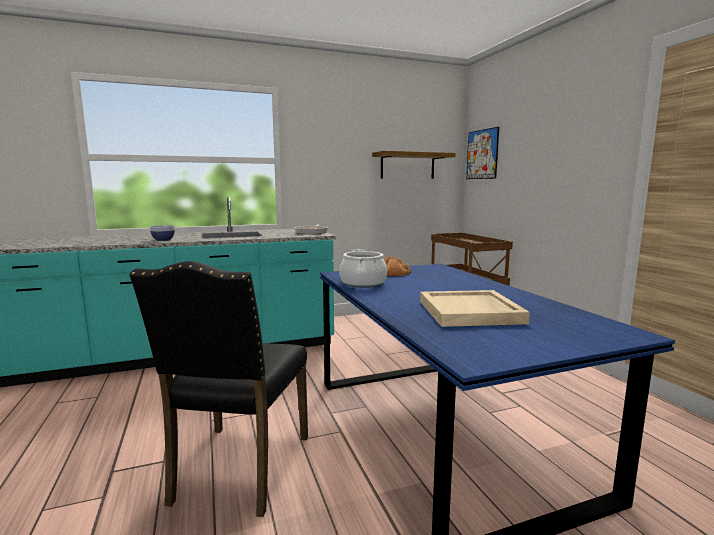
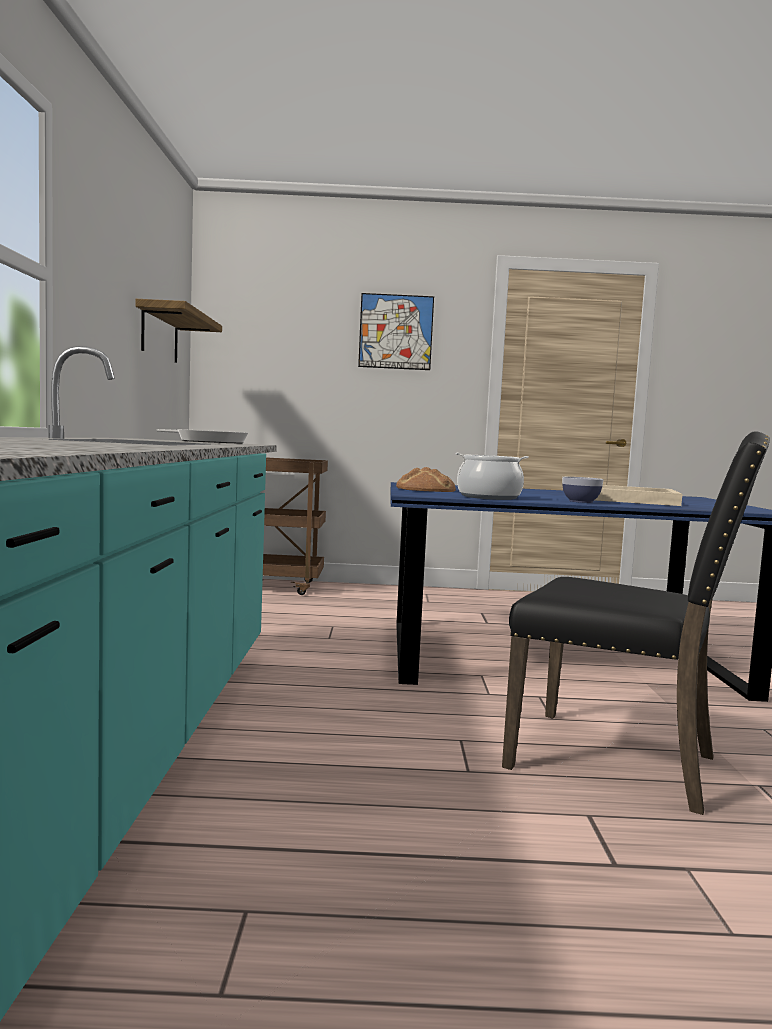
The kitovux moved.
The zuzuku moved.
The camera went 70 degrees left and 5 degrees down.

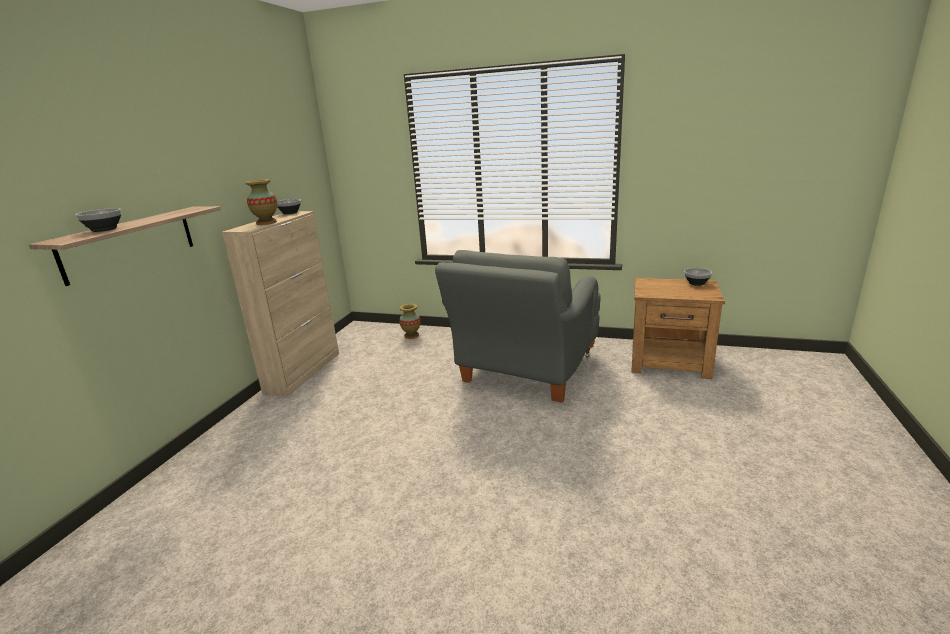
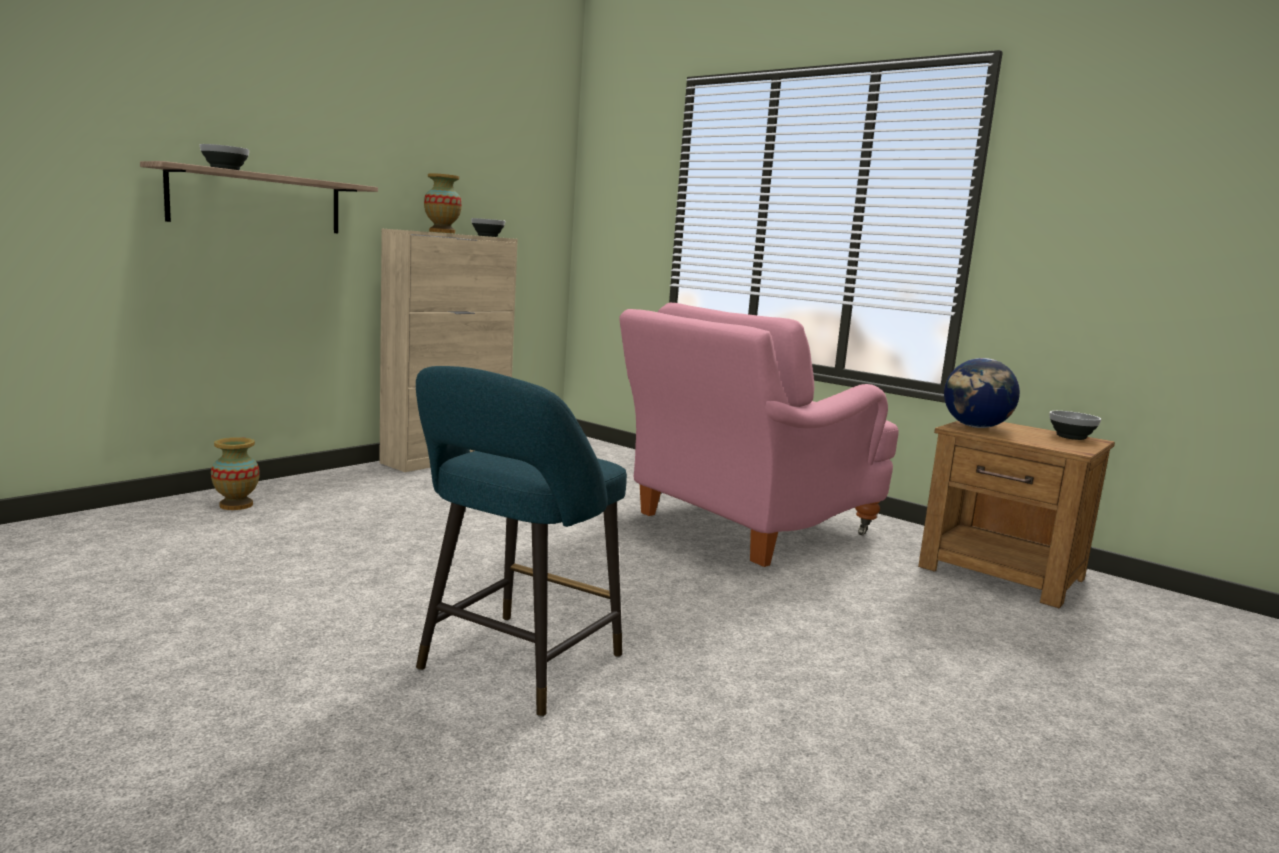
The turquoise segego appeared.
The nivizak appeared.
The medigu (no. 2 from left in the first image) moved.
The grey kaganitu became the pink kaganitu.
The camera went 20 degrees right and 10 degrees down.

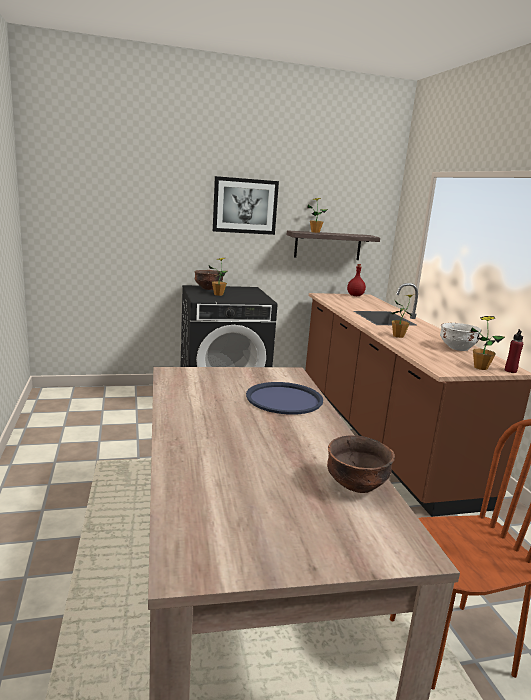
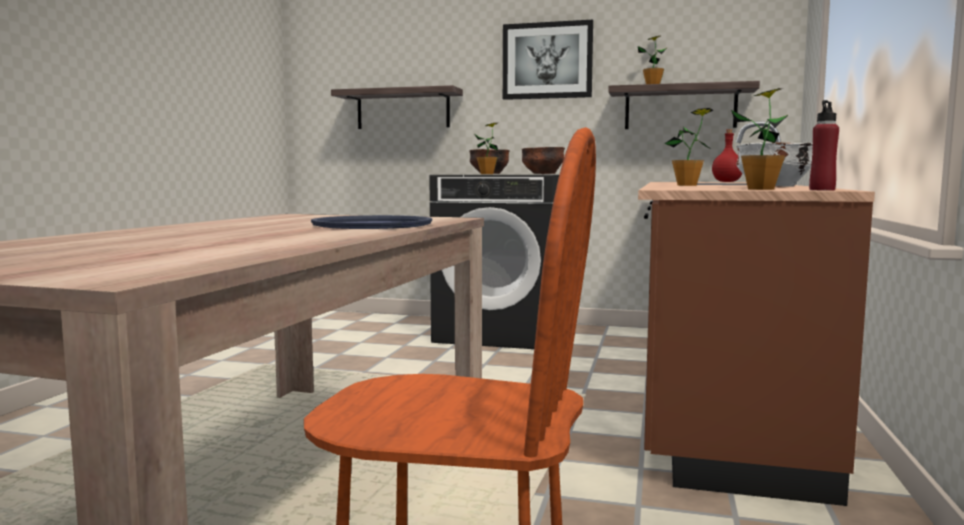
The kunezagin (no. 1 from left) appeared.
The brown kitovux (no. 2 from left) moved.
The camera went 30 degrees right and 10 degrees down.

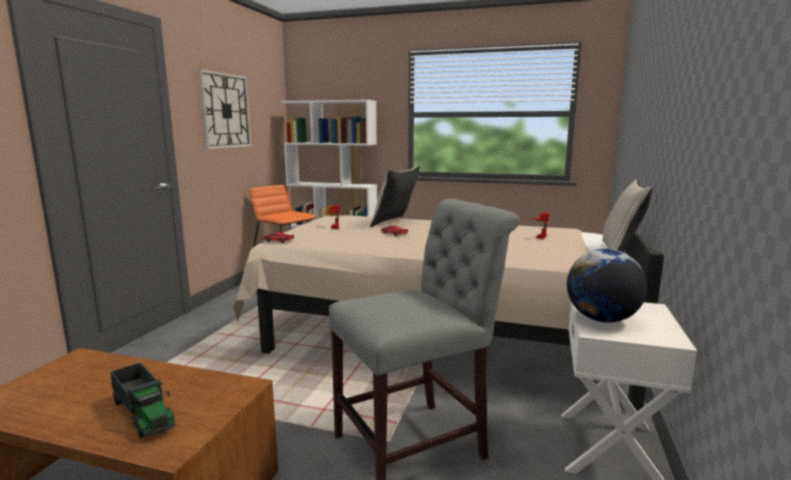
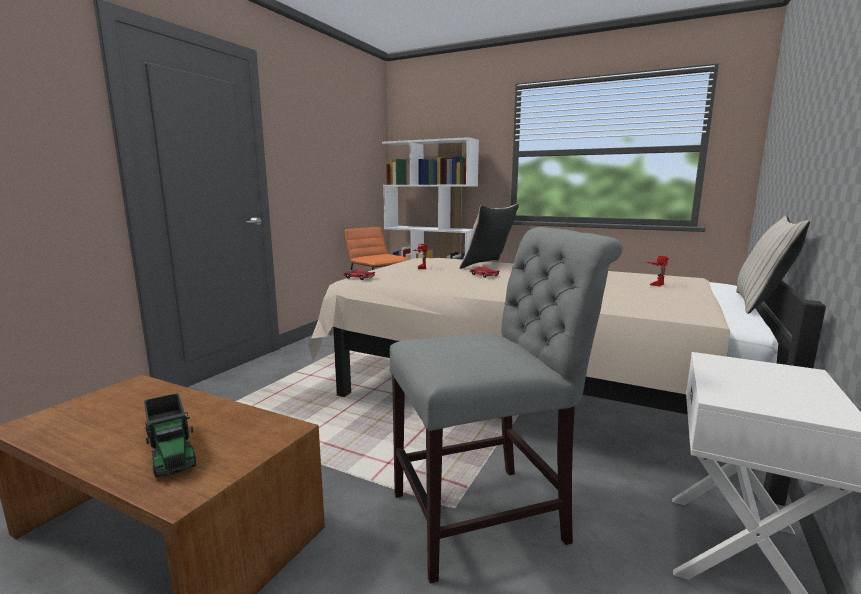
The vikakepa disappeared.
The nivizak disappeared.
The camera went 10 degrees right and 0 degrees up.

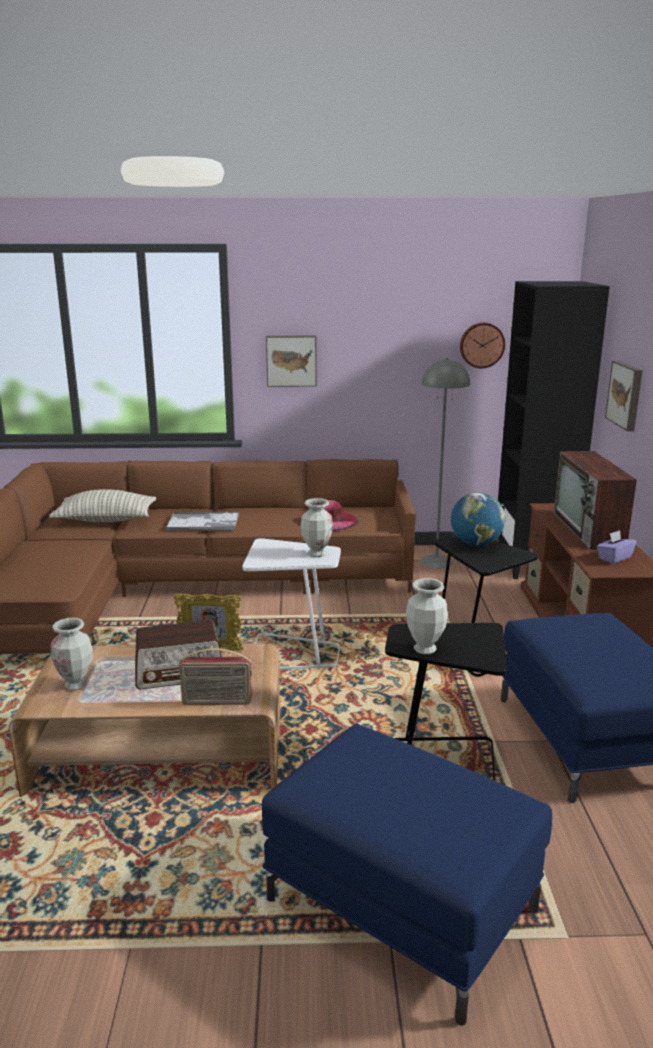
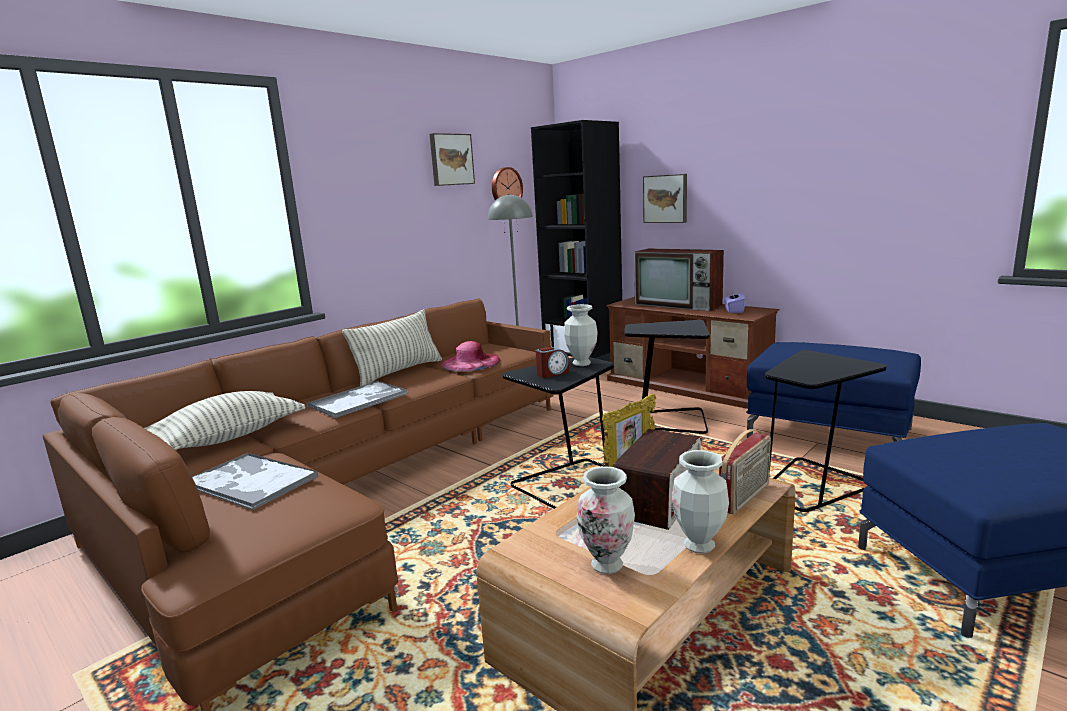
The nivizak disappeared.
The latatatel (no. 1 from left) appeared.
The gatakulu (no. 2 from left) appeared.
The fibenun appeared.
The zuzuku (no. 1 from left) moved.
The medigu (no. 3 from left) moved.
The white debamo became the black debamo (no. 1 from left).
The camera went 45 degrees left and 5 degrees down.

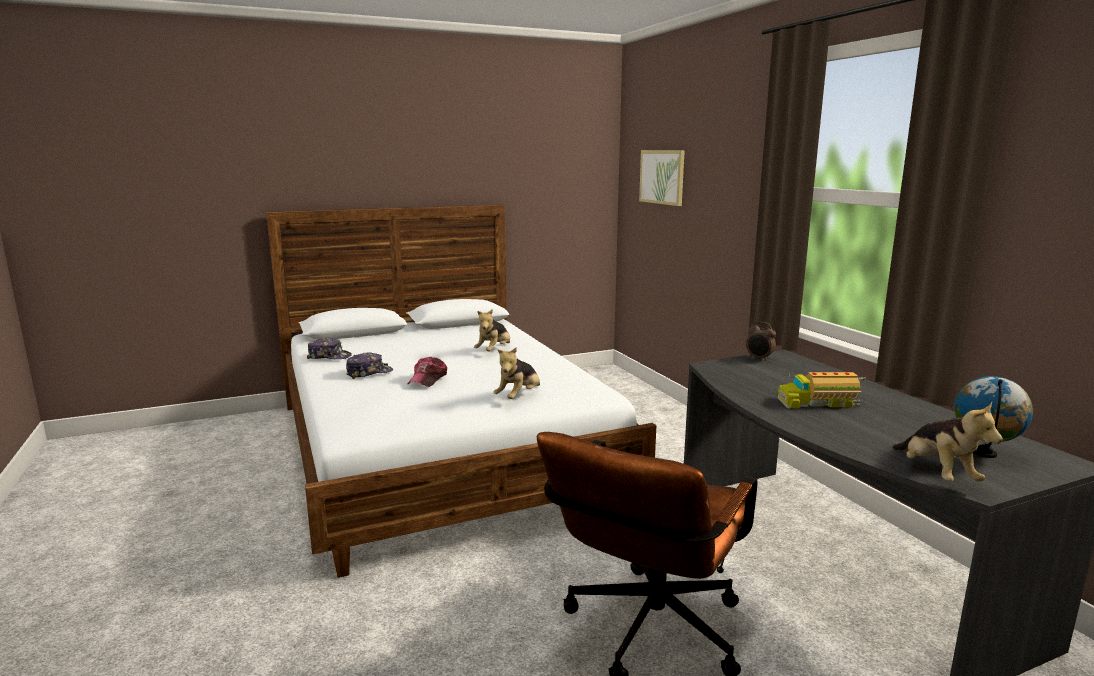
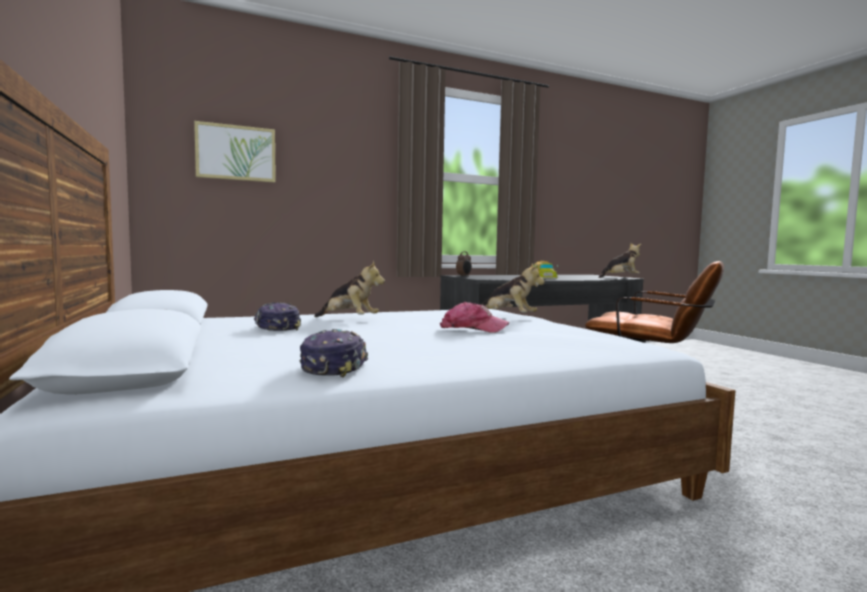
The nivizak disappeared.
The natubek (no. 2 from left in the first image) moved.
The camera went 90 degrees left and 10 degrees down.

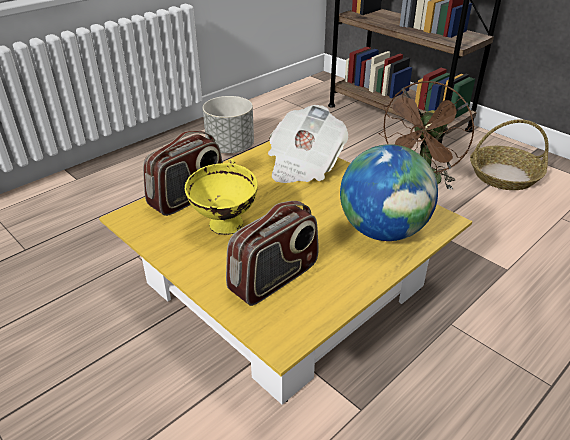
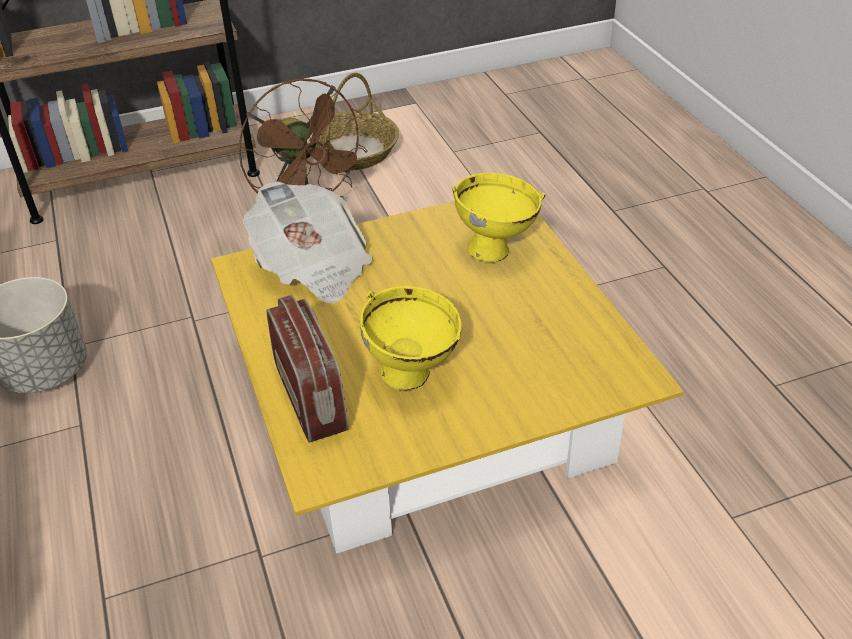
The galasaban (no. 2 from left) disappeared.
The nivizak was replaced by the yellow kitovux (no. 2 from left).
The camera went 65 degrees left and 5 degrees up.

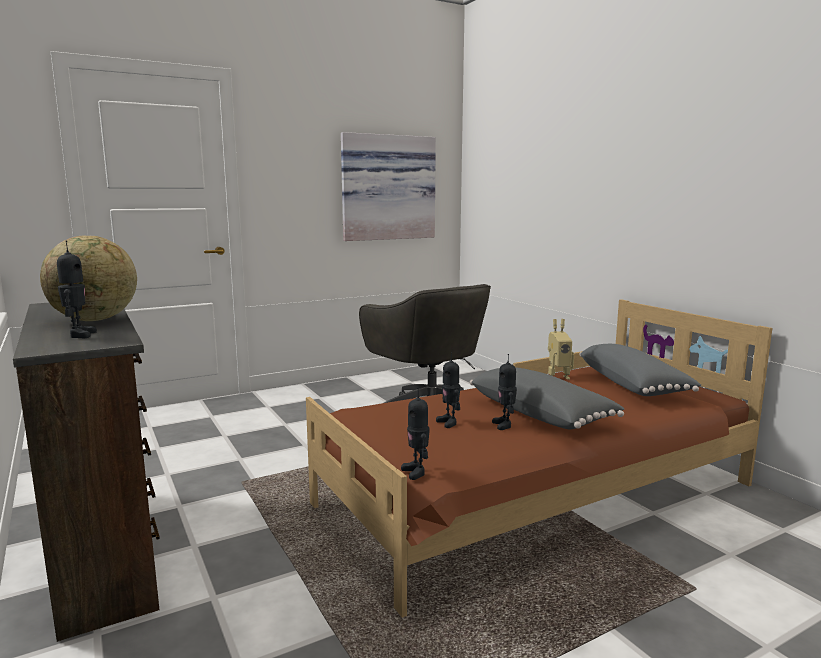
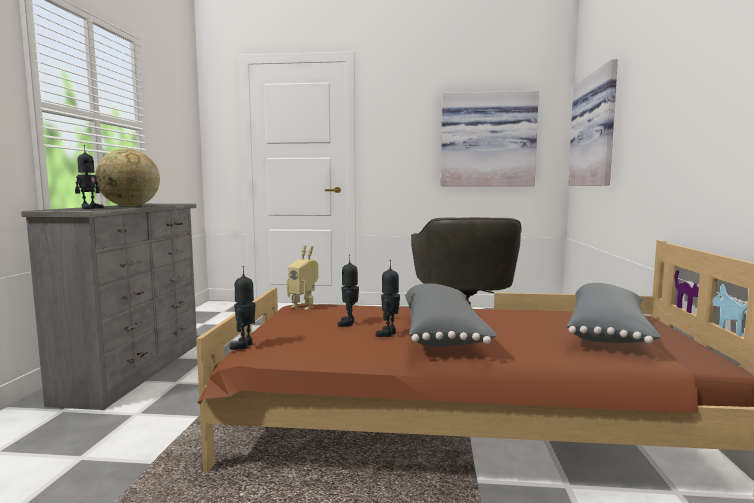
The zuzuku (no. 2 from left) appeared.
The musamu (no. 5 from left in the first image) moved.
The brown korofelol became the grey korofelol.
The camera went 35 degrees right and 5 degrees down.

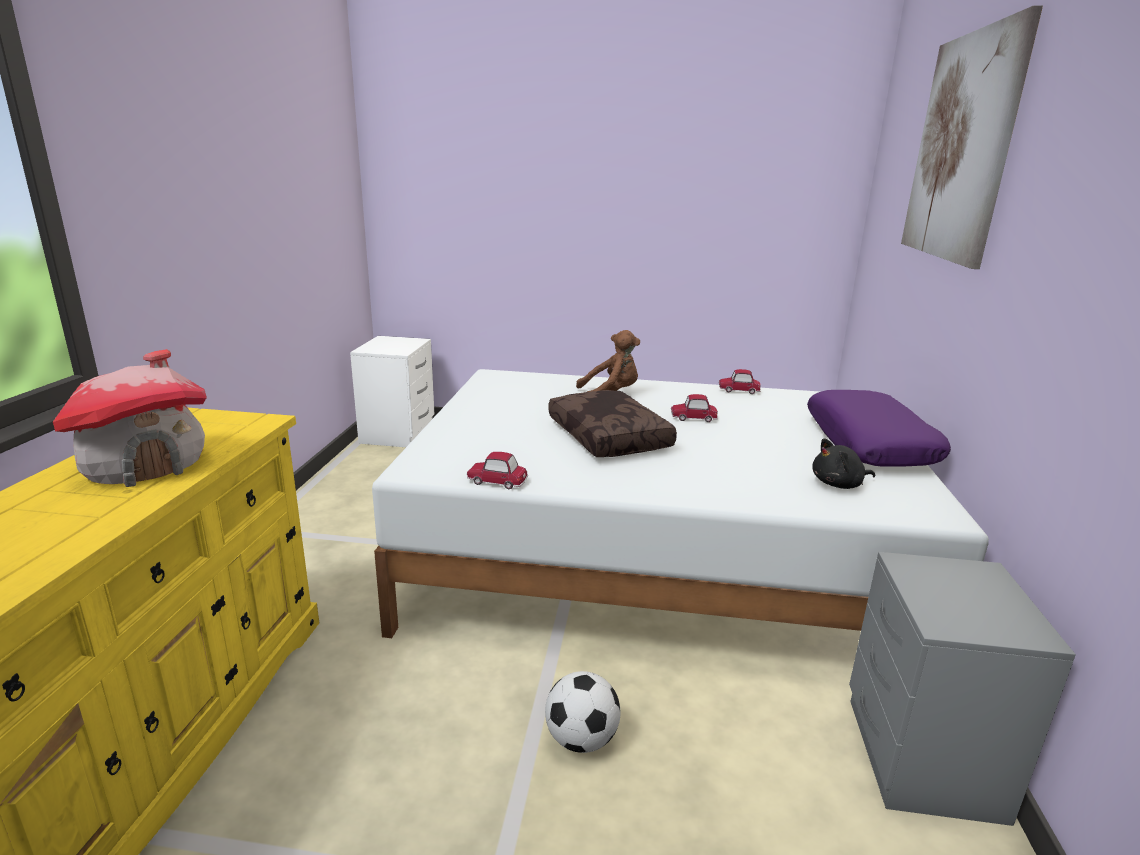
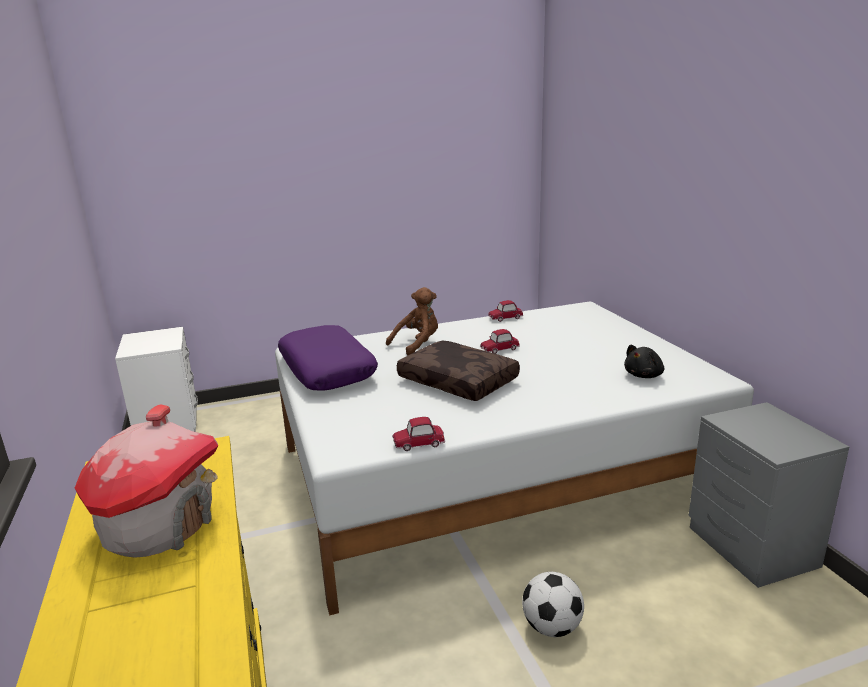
The zuzuku disappeared.
The purple gatakulu moved.
The camera went 25 degrees left and 0 degrees up.

